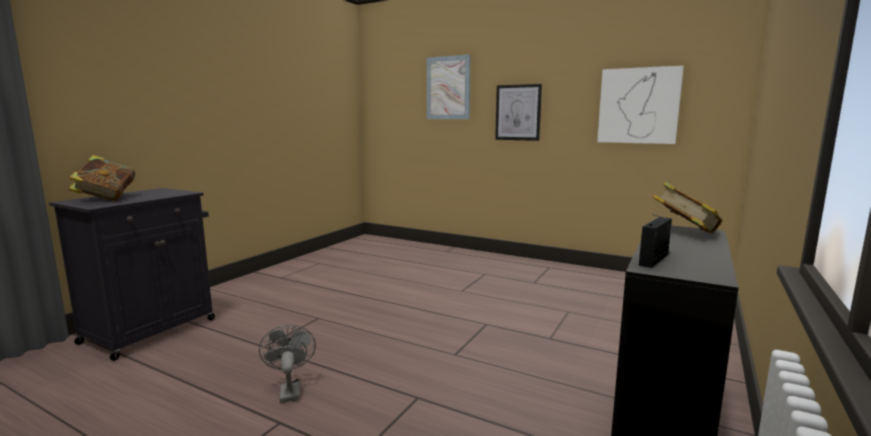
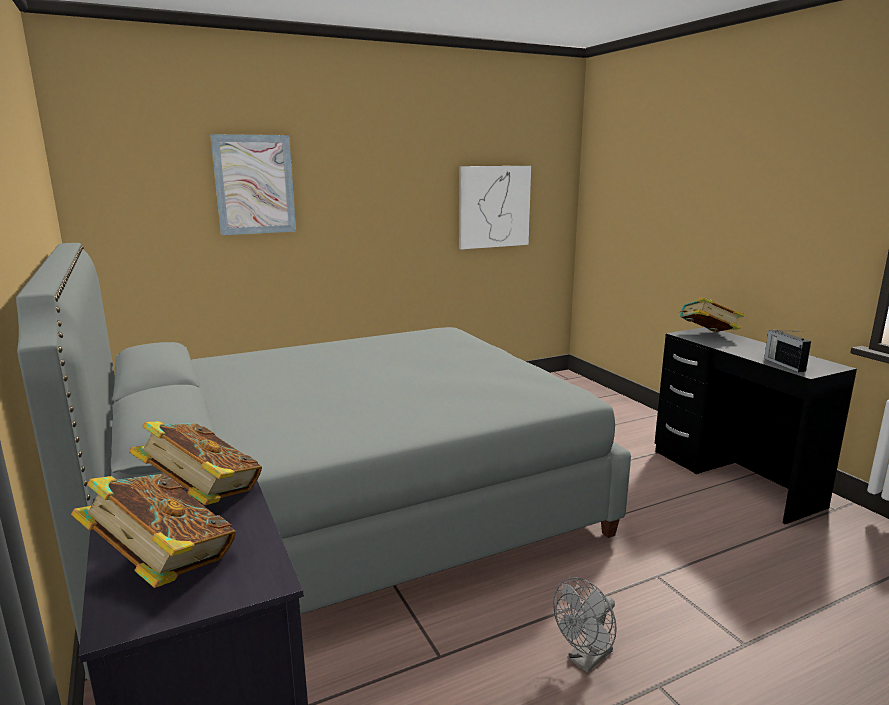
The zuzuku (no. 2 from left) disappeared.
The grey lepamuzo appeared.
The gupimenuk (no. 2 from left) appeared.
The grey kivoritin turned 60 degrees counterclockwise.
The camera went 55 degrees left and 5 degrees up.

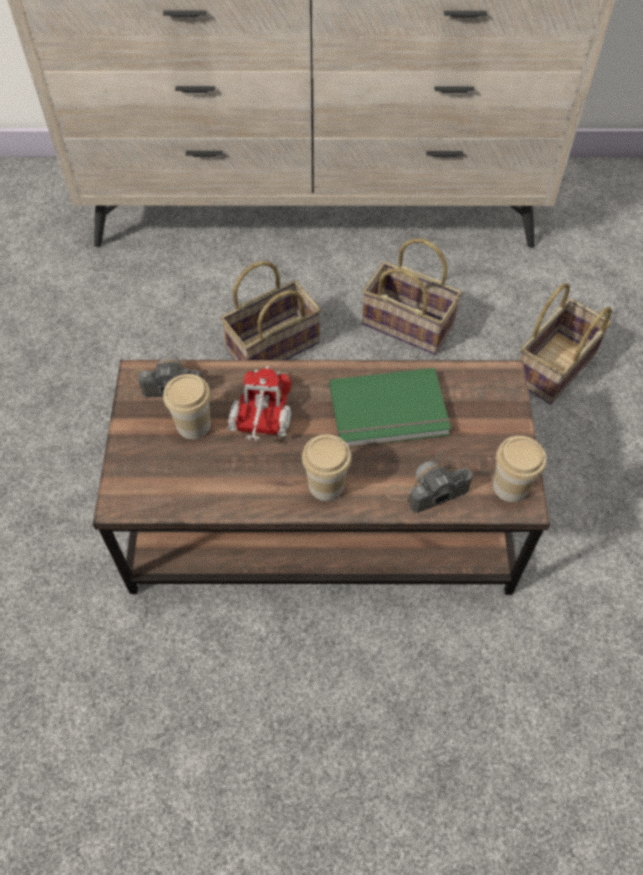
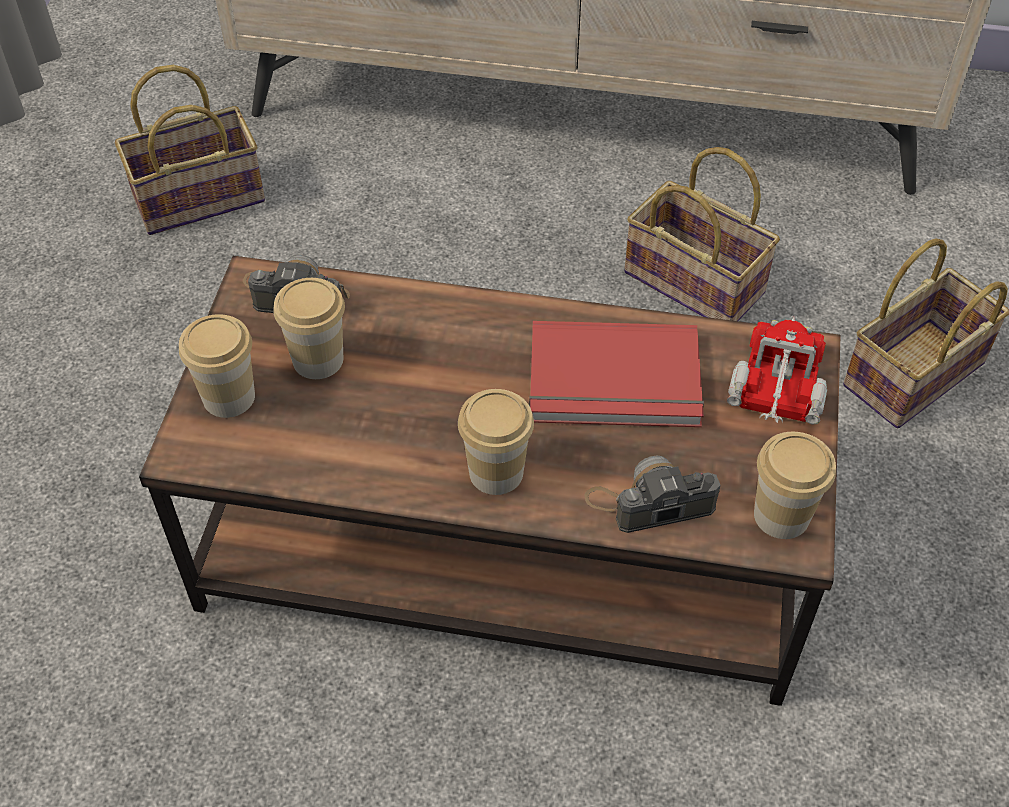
The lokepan (no. 1 from left) appeared.
The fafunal (no. 1 from left) moved.
The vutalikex moved.
The green gupimenuk became the red gupimenuk.
The camera went 10 degrees right and 5 degrees down.

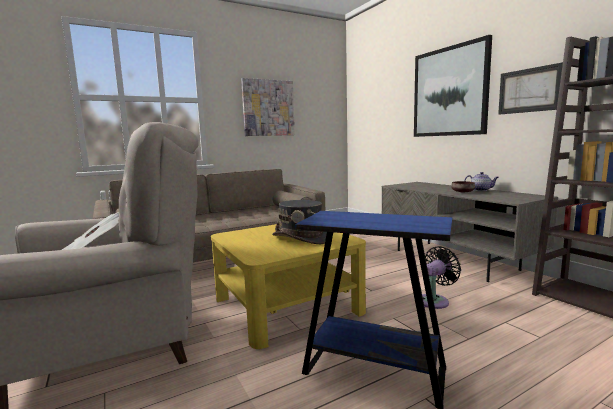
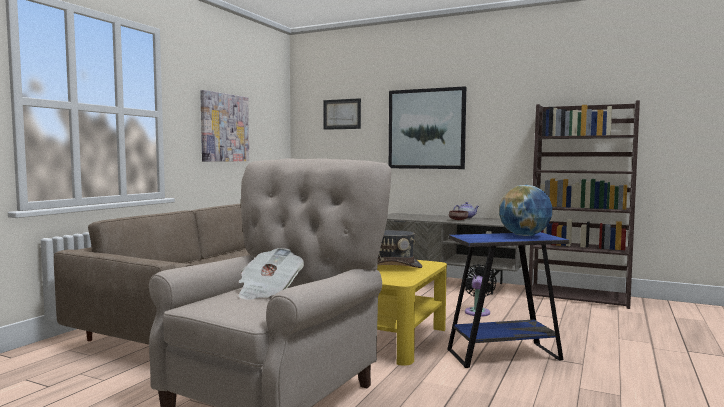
The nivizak appeared.
The zuzuku (no. 3 from left in the first image) moved.
The camera went 35 degrees left and 5 degrees down.

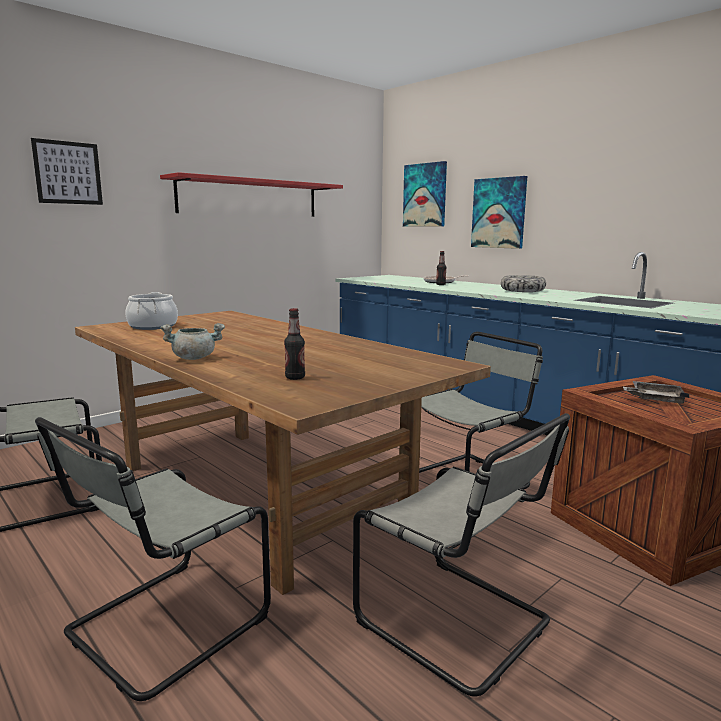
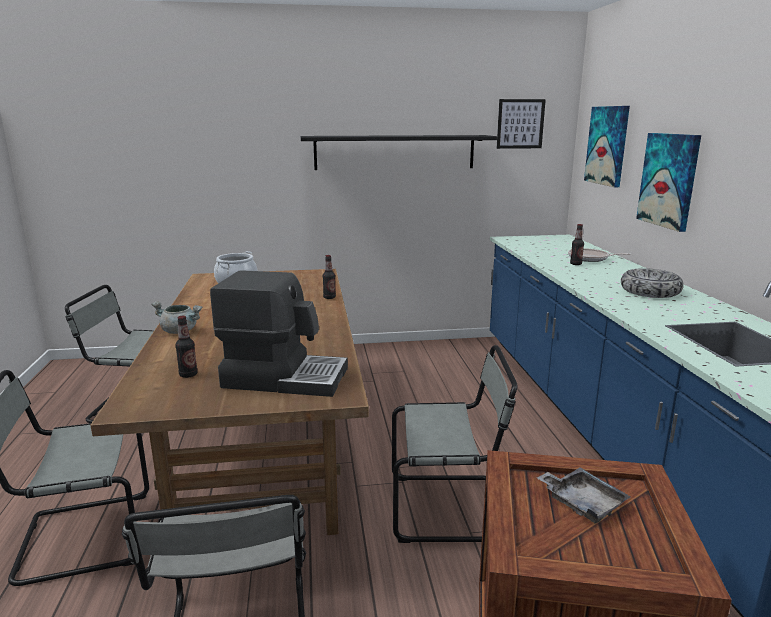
The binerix appeared.
The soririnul (no. 2 from left) appeared.
The zuzuku (no. 1 from left) moved.
The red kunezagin became the black kunezagin.
The camera went 35 degrees right and 5 degrees up.

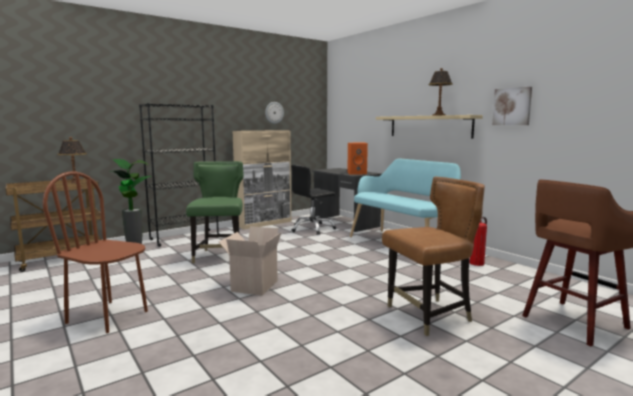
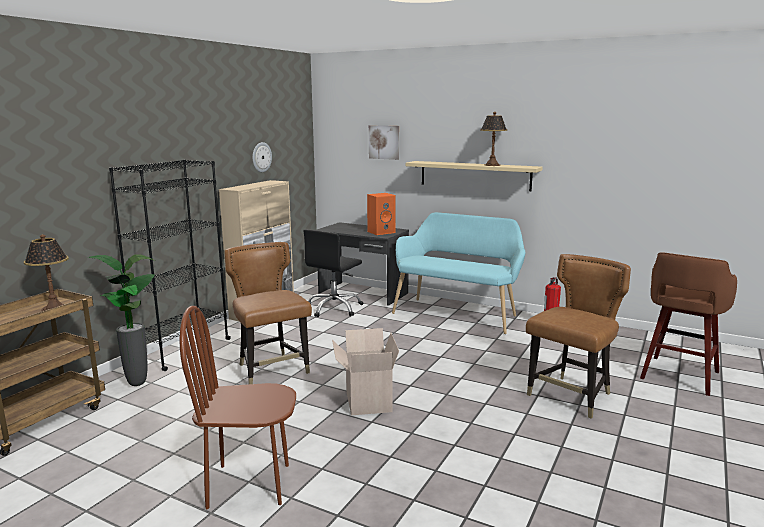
The zuzuku moved.
The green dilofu became the brown dilofu (no. 2 from left).
The camera went 25 degrees left and 5 degrees up.

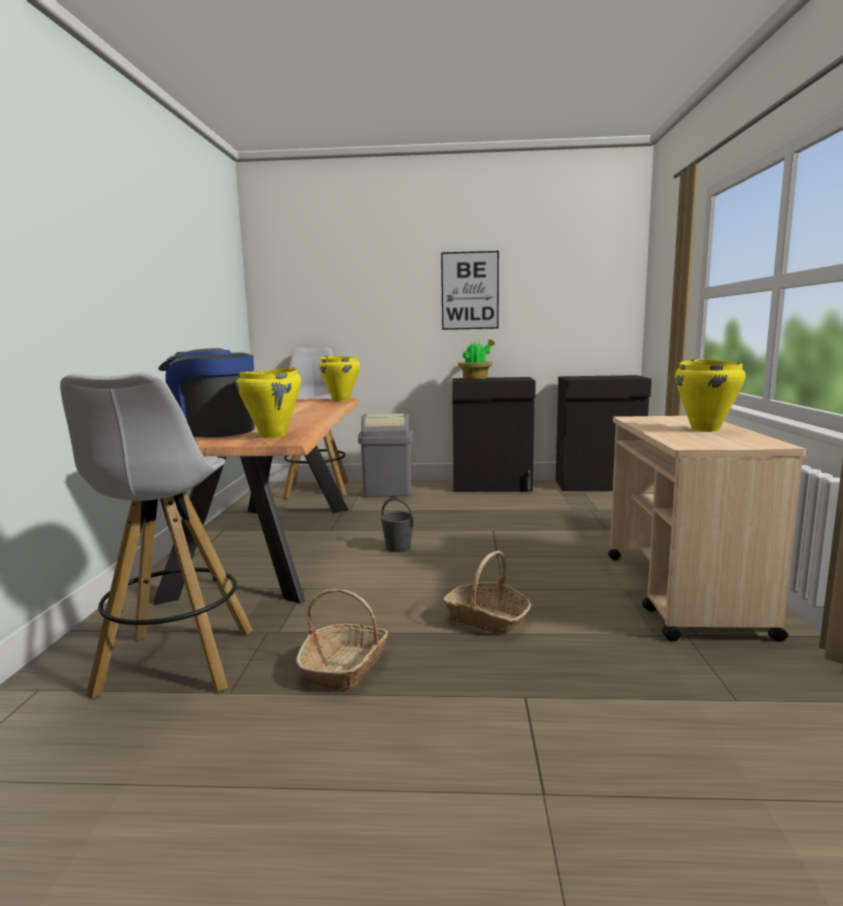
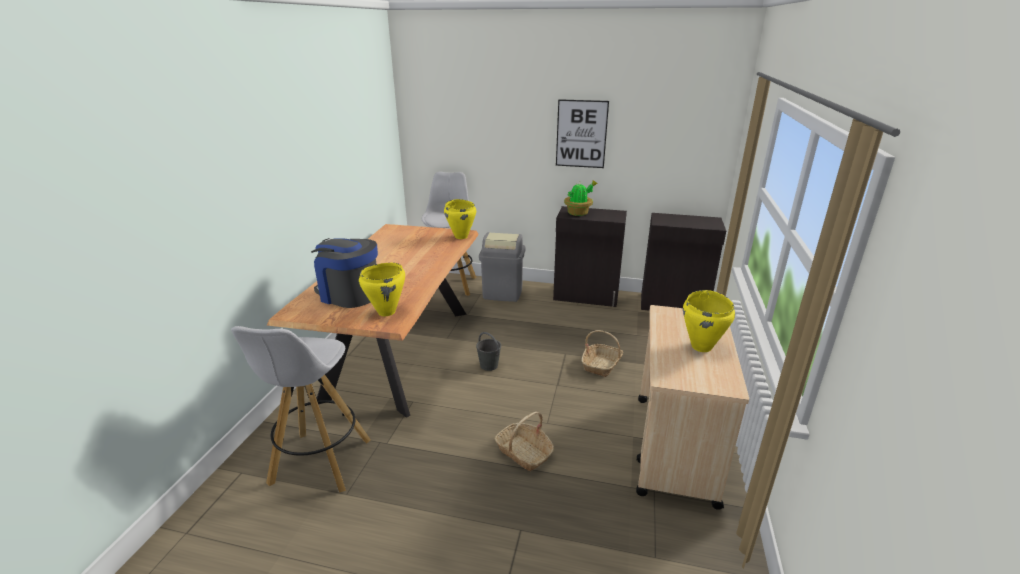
The fafunal (no. 1 from left in the first image) moved.
The camera went 10 degrees right and 15 degrees up.

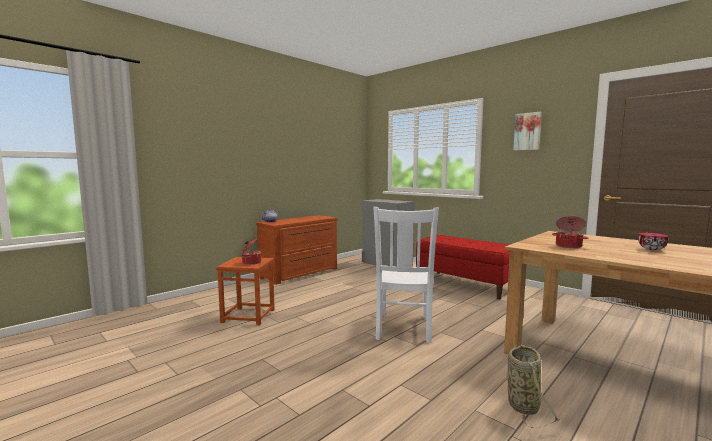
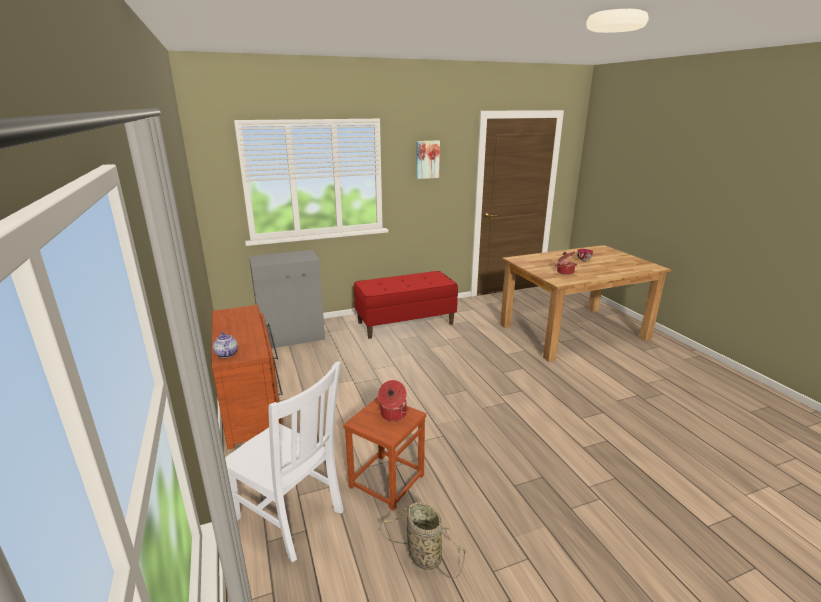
The white dilofu moved.
The fafunal moved.
The camera went 65 degrees left and 15 degrees up.

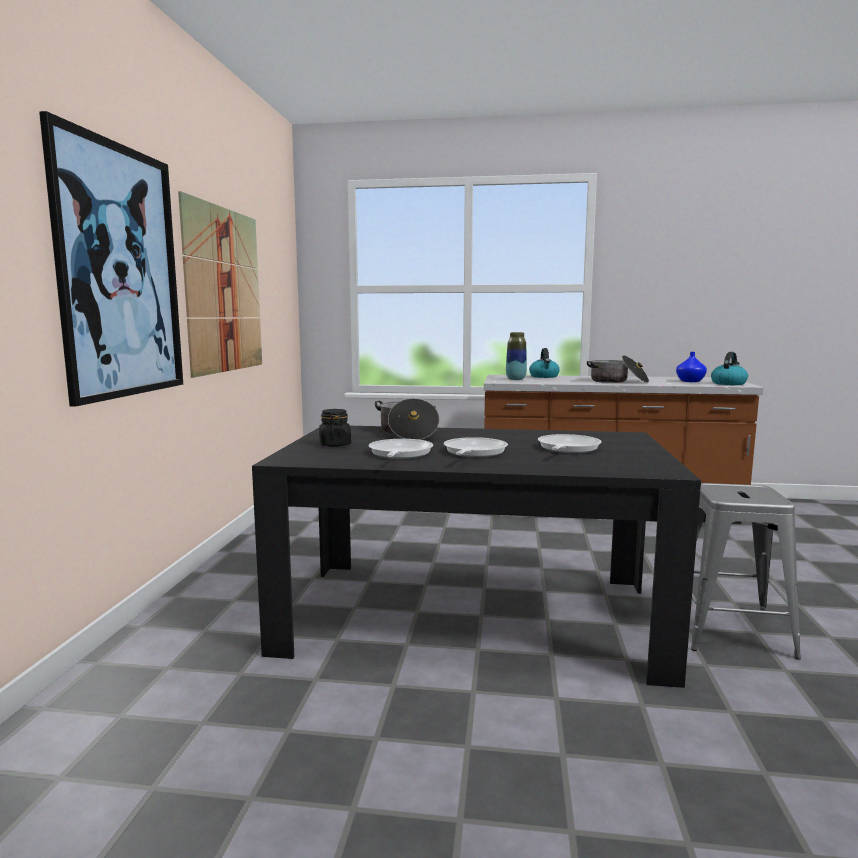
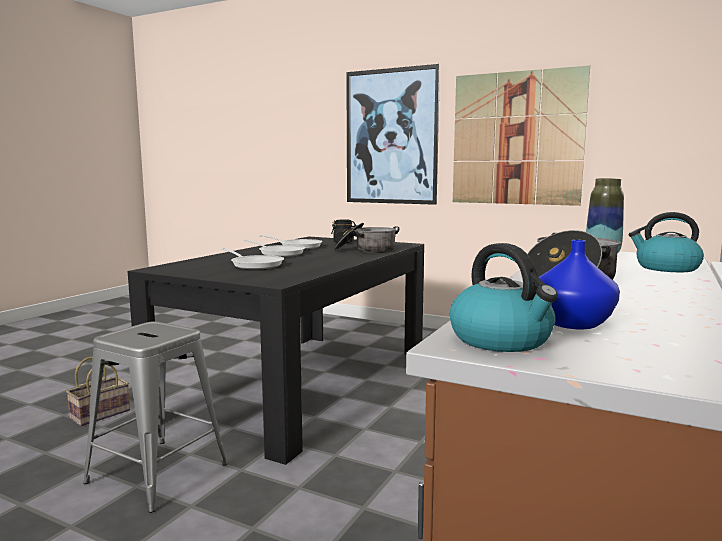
The fafunal appeared.
The camera went 110 degrees right and 0 degrees up.

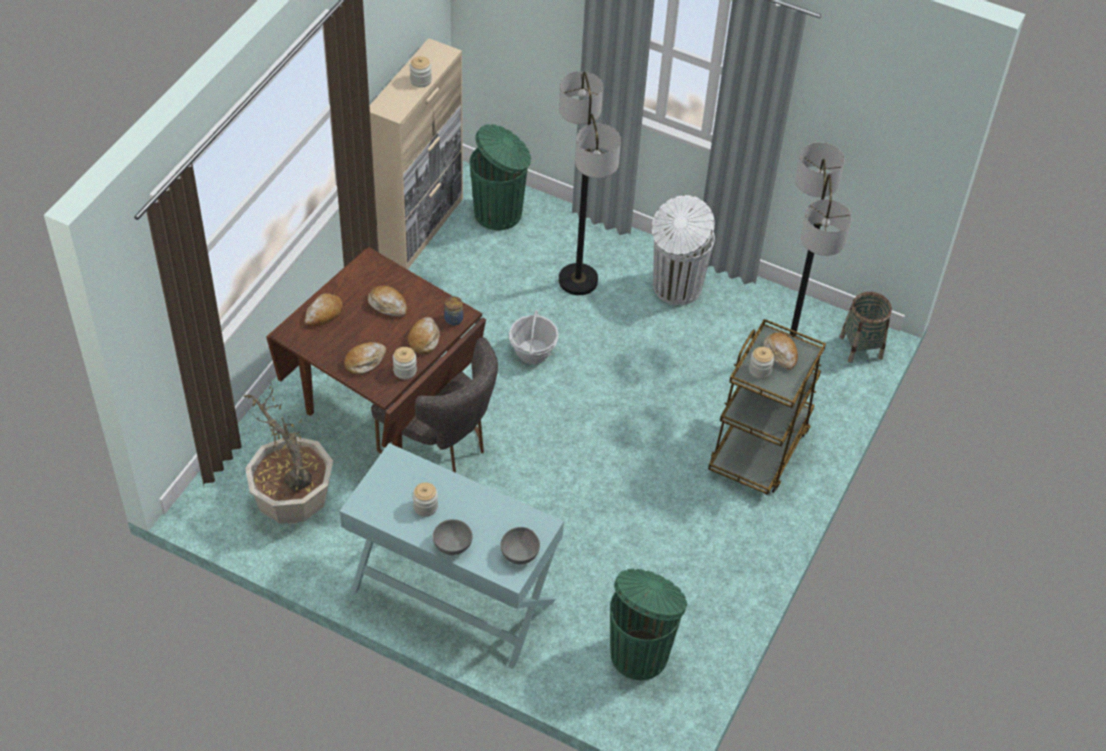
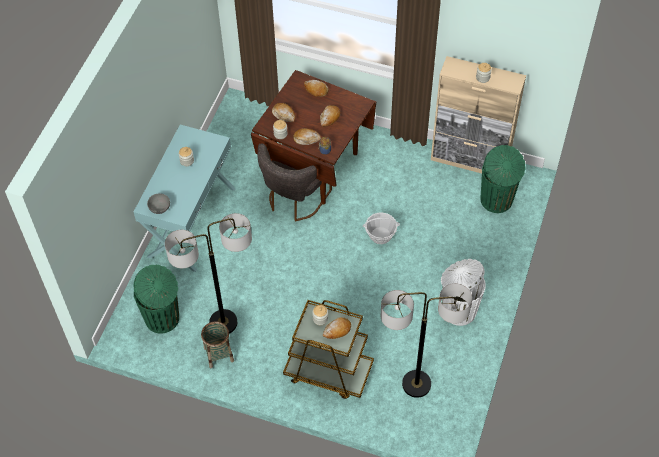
The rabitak disappeared.
The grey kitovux (no. 1 from left) disappeared.
The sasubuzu (no. 1 from left) moved.
The fafunal (no. 2 from left in the first image) moved.
The camera went 85 degrees right and 5 degrees up.

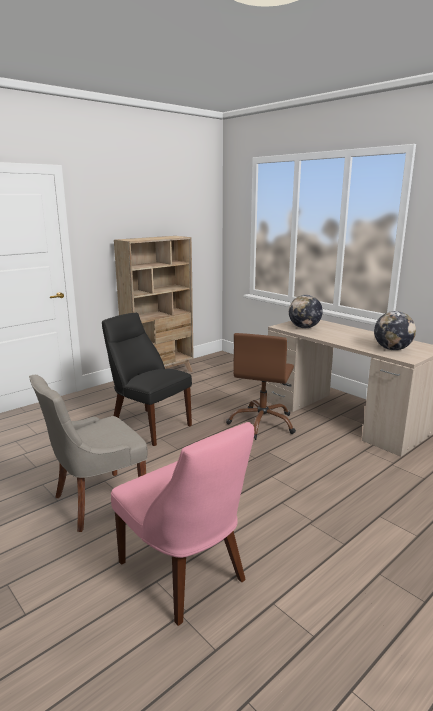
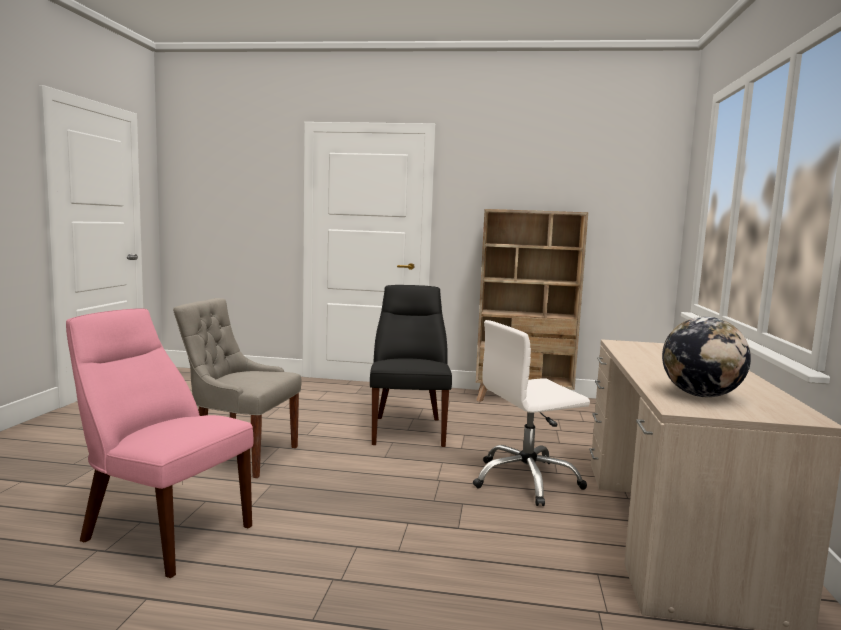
The nivizak (no. 1 from left) disappeared.
The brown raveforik became the white raveforik.
The pink dilofu turned 105 degrees clockwise.
The camera went 50 degrees right and 10 degrees down.

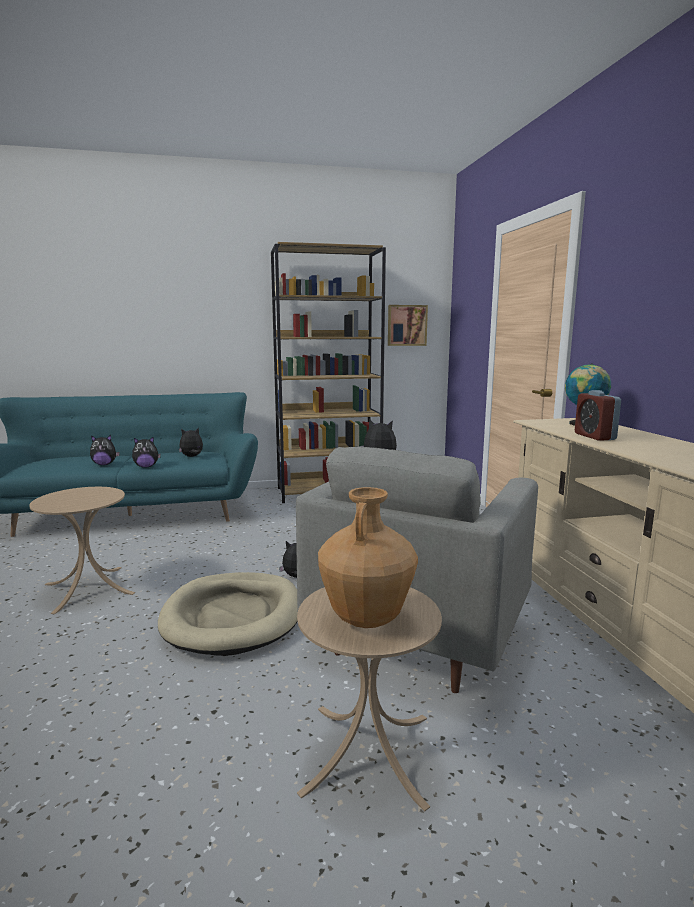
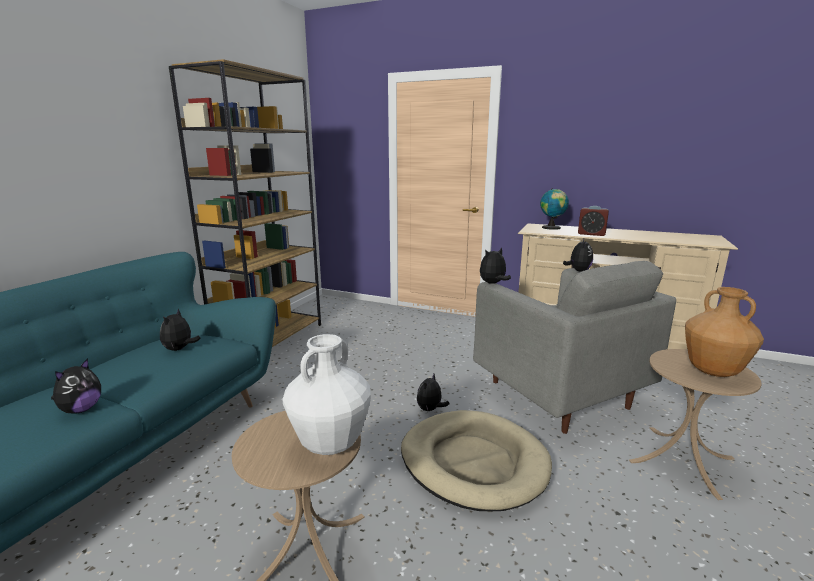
The zuzuku disappeared.
The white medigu appeared.
The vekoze (no. 2 from left in the first image) moved.
The camera went 55 degrees left and 5 degrees up.

